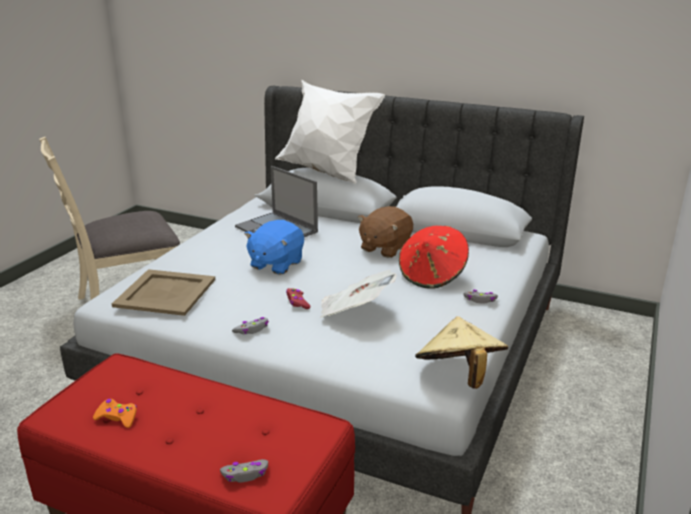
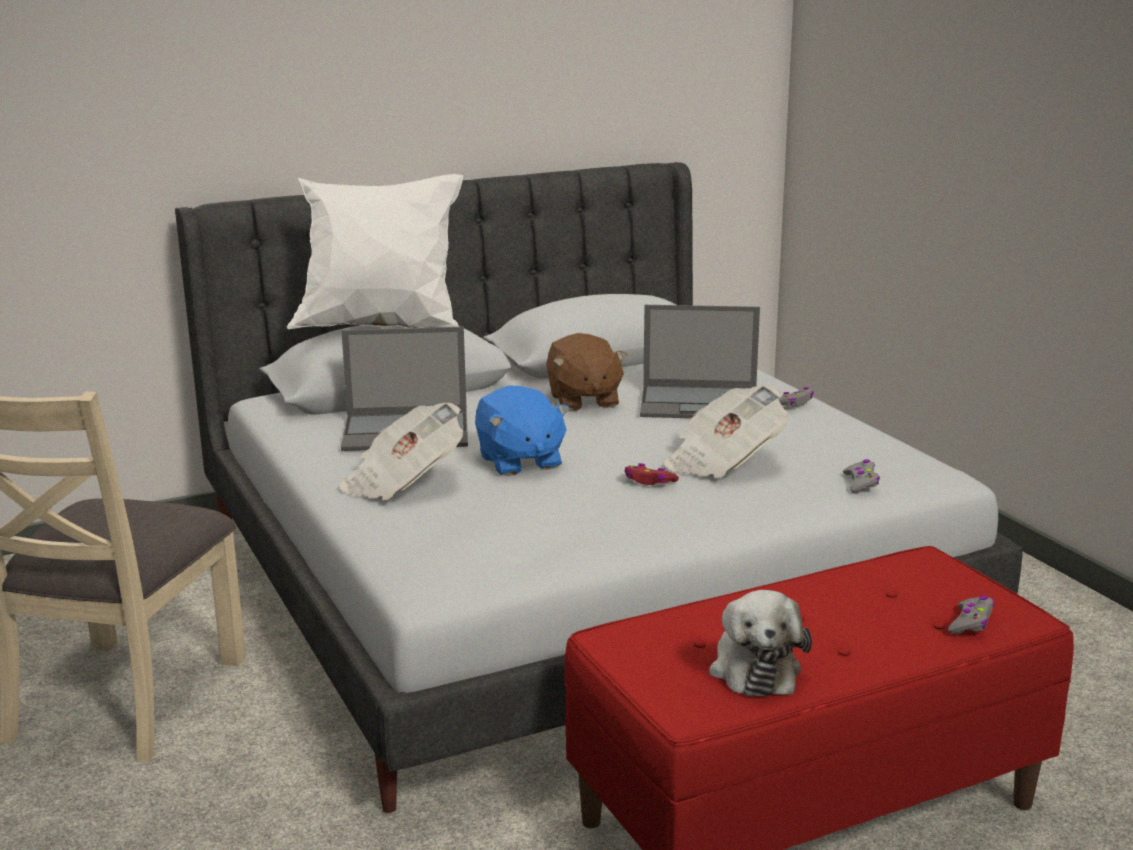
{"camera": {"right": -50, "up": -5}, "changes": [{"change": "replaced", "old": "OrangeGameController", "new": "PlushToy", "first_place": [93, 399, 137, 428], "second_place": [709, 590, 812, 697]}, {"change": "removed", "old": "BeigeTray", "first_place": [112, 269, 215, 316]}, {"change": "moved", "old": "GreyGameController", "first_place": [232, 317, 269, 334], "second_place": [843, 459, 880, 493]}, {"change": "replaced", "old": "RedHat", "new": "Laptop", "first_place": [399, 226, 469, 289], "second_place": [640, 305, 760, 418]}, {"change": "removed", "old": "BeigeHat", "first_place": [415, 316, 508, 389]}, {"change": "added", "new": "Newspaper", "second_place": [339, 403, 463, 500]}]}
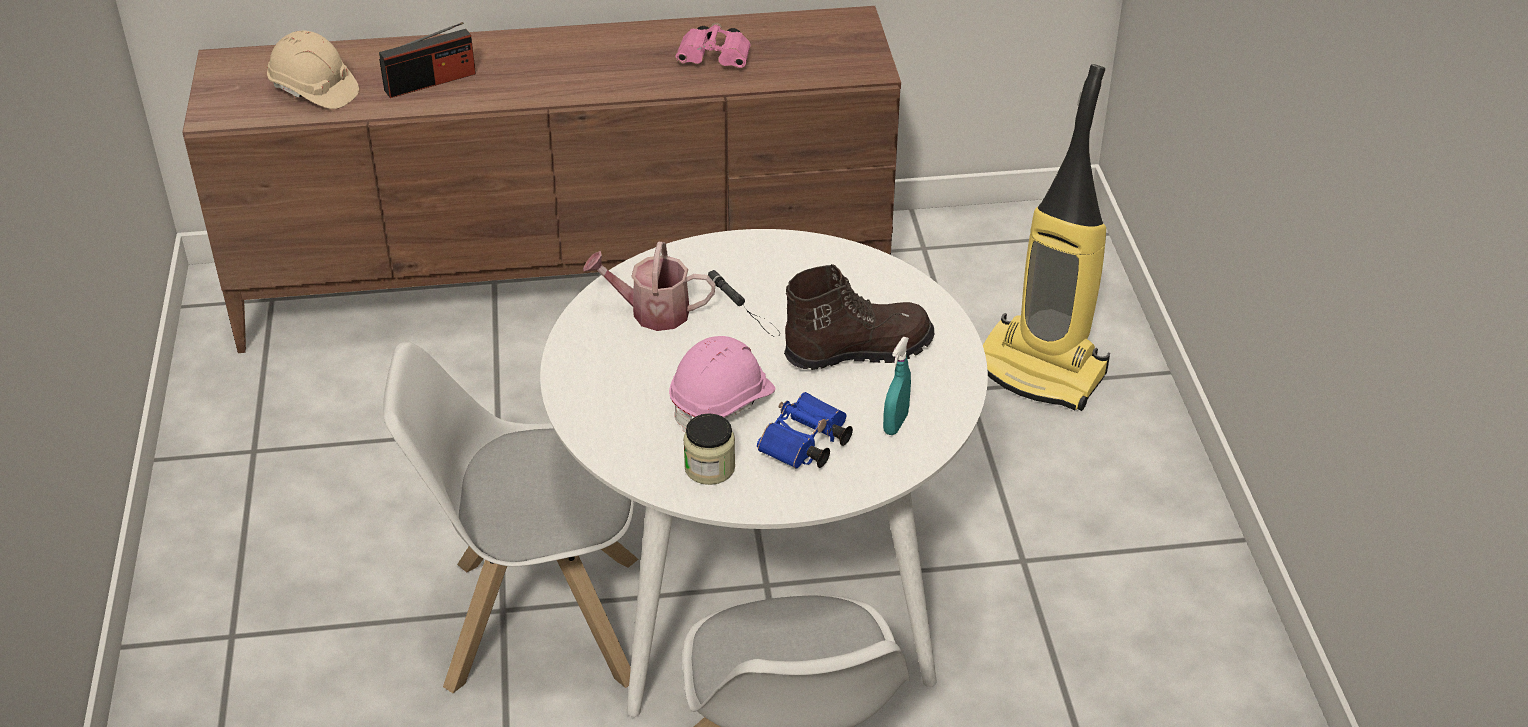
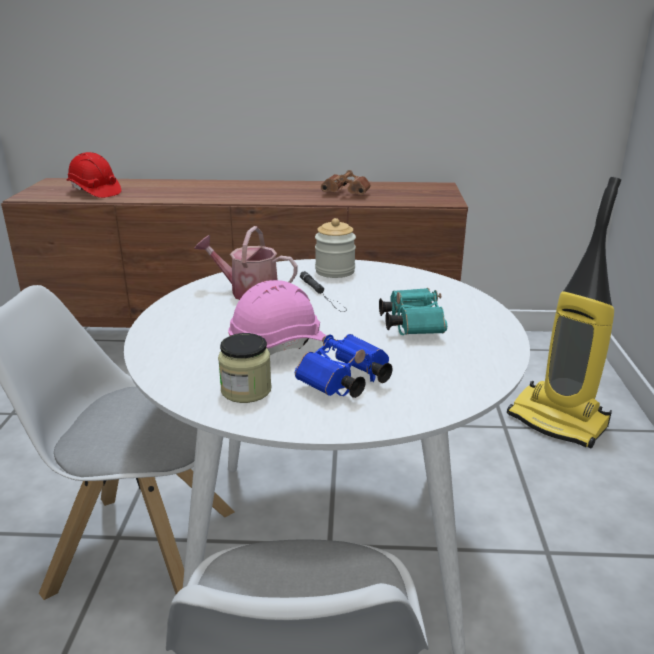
{"camera": {"right": 10, "up": -15}, "changes": [{"change": "recoloured", "old": "BeigeHardHat", "new": "RedHardHat", "first_place": [267, 31, 359, 109], "second_place": [67, 152, 121, 198]}, {"change": "removed", "old": "Radio", "first_place": [379, 22, 476, 98]}, {"change": "recoloured", "old": "PinkBinoculars", "new": "BrownBinoculars", "first_place": [676, 22, 751, 68], "second_place": [321, 170, 371, 195]}, {"change": "replaced", "old": "BrownBoot", "new": "TurquoiseBinoculars", "first_place": [784, 264, 934, 370], "second_place": [379, 288, 447, 335]}, {"change": "removed", "old": "TurquoiseSprayBottle", "first_place": [883, 337, 911, 435]}, {"change": "added", "new": "Jar", "second_place": [315, 218, 356, 278]}]}
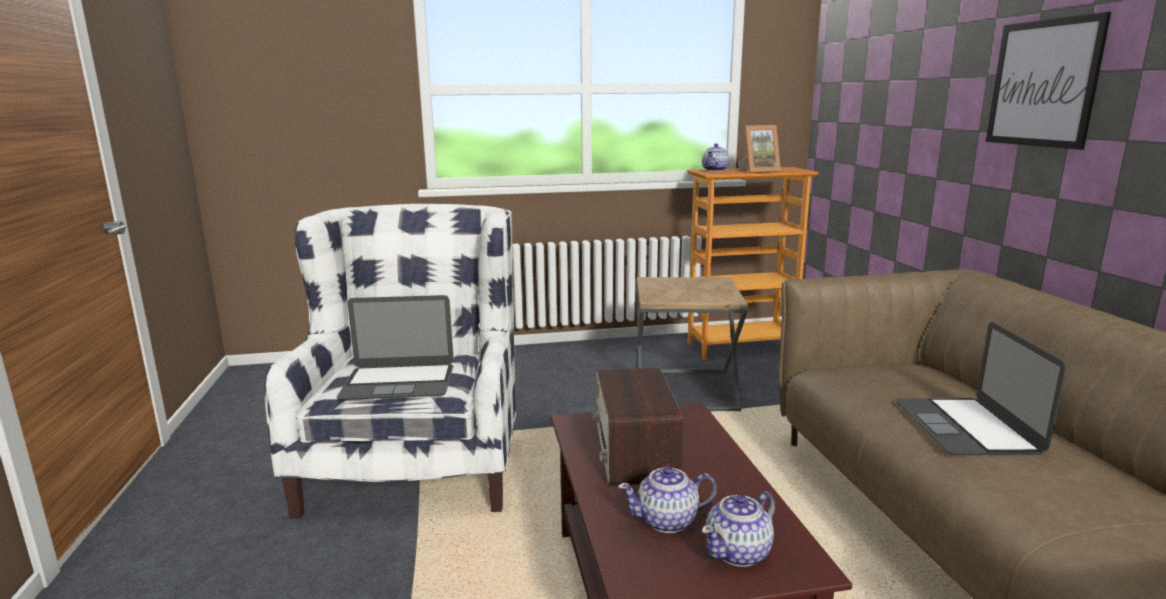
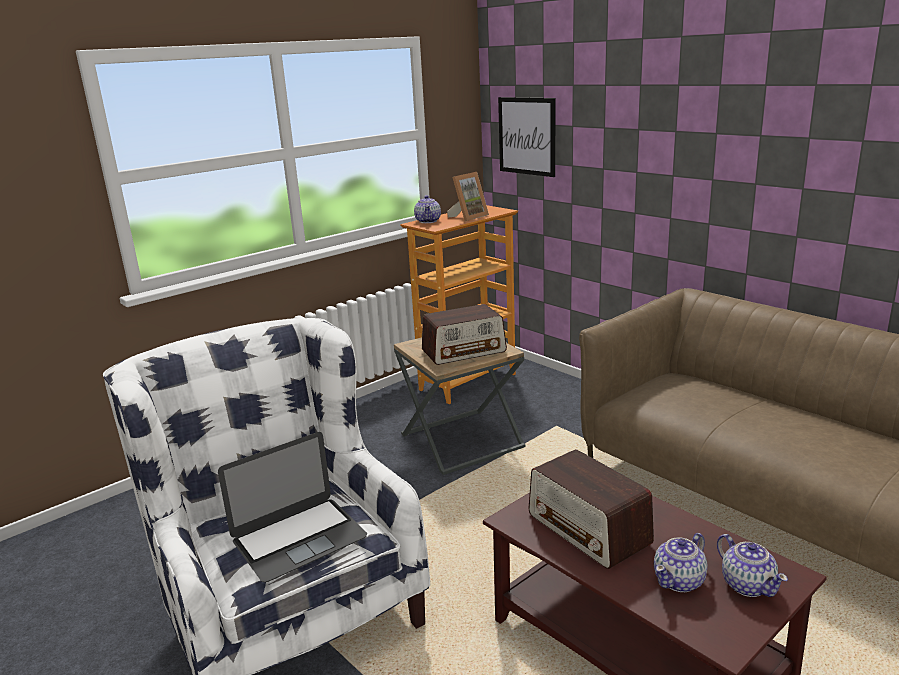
{"camera": {"right": -30, "up": 5}, "changes": [{"change": "turned", "old": "Teapot", "first_place": [702, 491, 775, 567], "second_place": [717, 534, 788, 597], "degrees": -45}, {"change": "removed", "old": "Laptop", "first_place": [896, 322, 1066, 455]}, {"change": "moved", "old": "Picture", "first_place": [986, 12, 1111, 150], "second_place": [498, 97, 555, 177]}, {"change": "added", "new": "Radio", "second_place": [422, 304, 507, 365]}]}
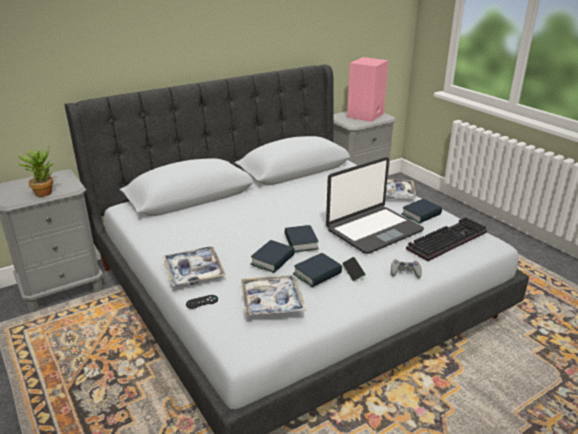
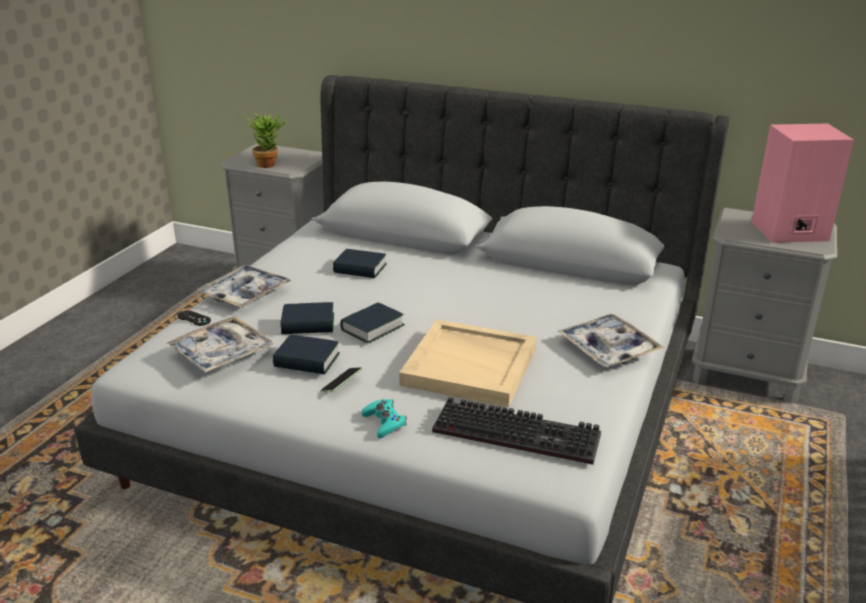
{"camera": {"right": 55, "up": 0}, "changes": [{"change": "replaced", "old": "Laptop", "new": "BeigeTray", "first_place": [326, 157, 424, 254], "second_place": [399, 319, 537, 407]}, {"change": "recoloured", "old": "GreyGameController", "new": "TurquoiseGameController", "first_place": [391, 259, 422, 279], "second_place": [362, 399, 407, 438]}, {"change": "moved", "old": "Book", "first_place": [401, 199, 442, 224], "second_place": [333, 249, 387, 278]}]}
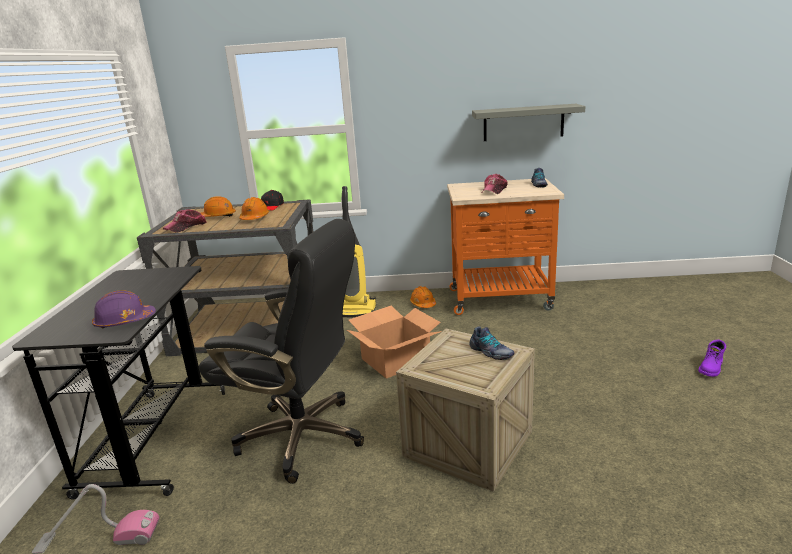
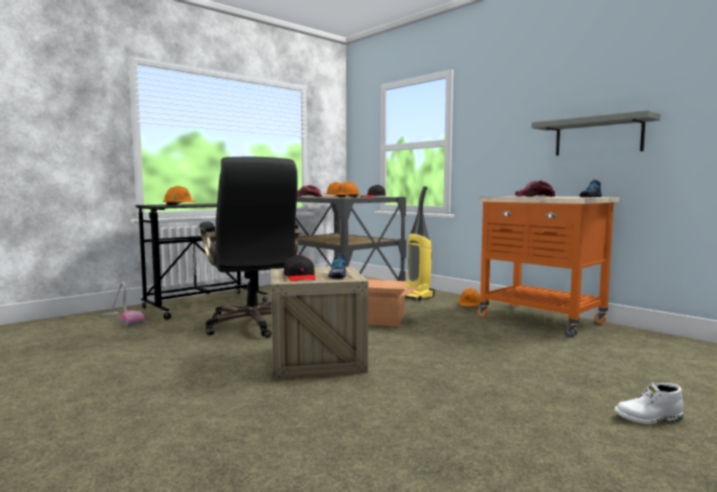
{"camera": {"right": 45, "up": -15}, "changes": [{"change": "recoloured", "old": "PurpleHardHat", "new": "OrangeHardHat", "first_place": [92, 290, 156, 328], "second_place": [163, 186, 196, 205]}, {"change": "recoloured", "old": "PurpleBoot", "new": "WhiteBoot", "first_place": [698, 340, 726, 377], "second_place": [614, 383, 683, 424]}, {"change": "added", "new": "BlackCap", "second_place": [284, 254, 316, 281]}]}
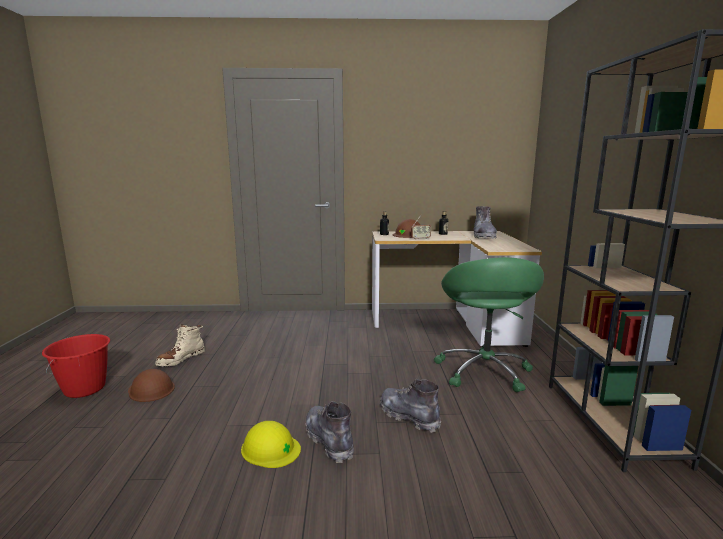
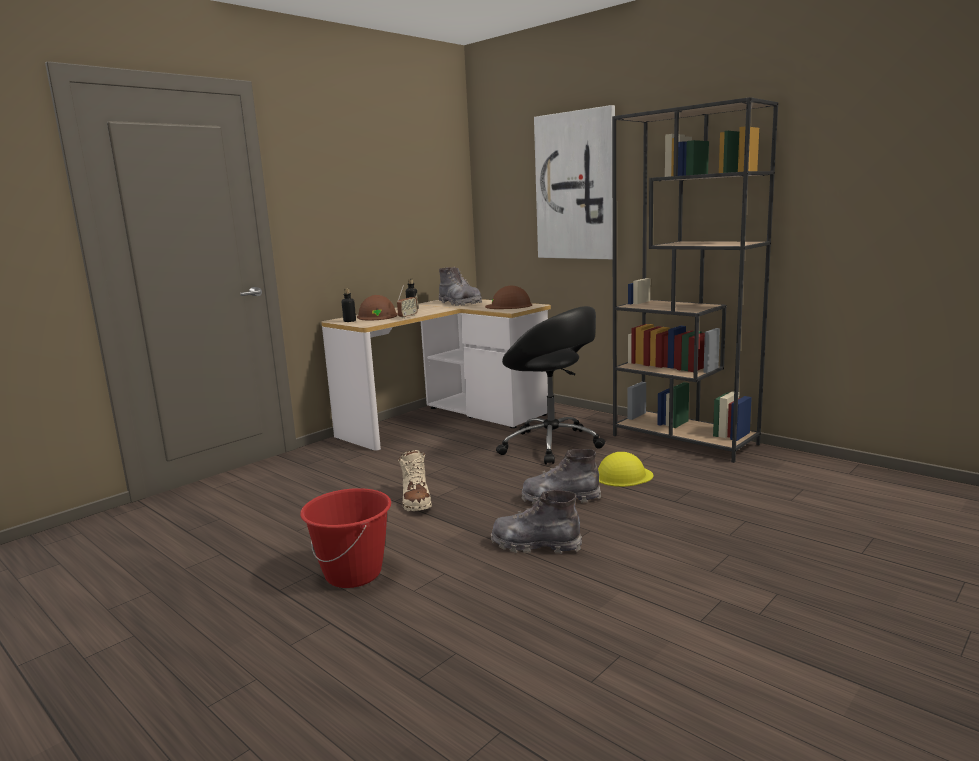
{"camera": {"right": -45, "up": 0}, "changes": [{"change": "moved", "old": "RedBucket", "first_place": [42, 334, 110, 398], "second_place": [300, 488, 391, 588]}, {"change": "moved", "old": "BrownHardHat", "first_place": [128, 369, 175, 402], "second_place": [485, 286, 532, 309]}, {"change": "moved", "old": "BeigeBoot", "first_place": [155, 324, 205, 366], "second_place": [398, 450, 432, 512]}, {"change": "moved", "old": "YellowHardHat", "first_place": [241, 421, 301, 468], "second_place": [598, 452, 653, 487]}, {"change": "recoloured", "old": "GreenOfficeChair", "new": "BlackOfficeChair", "first_place": [434, 257, 544, 392], "second_place": [496, 306, 605, 465]}, {"change": "added", "new": "Picture", "second_place": [534, 105, 615, 259]}]}
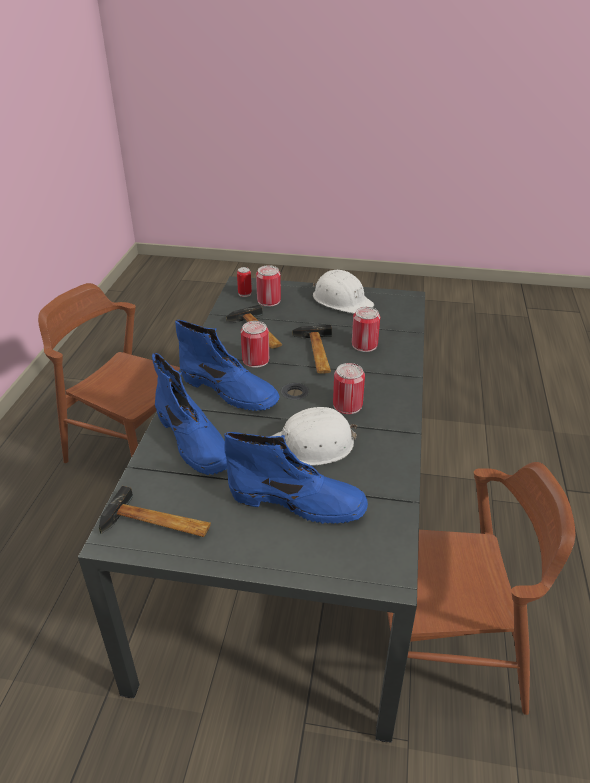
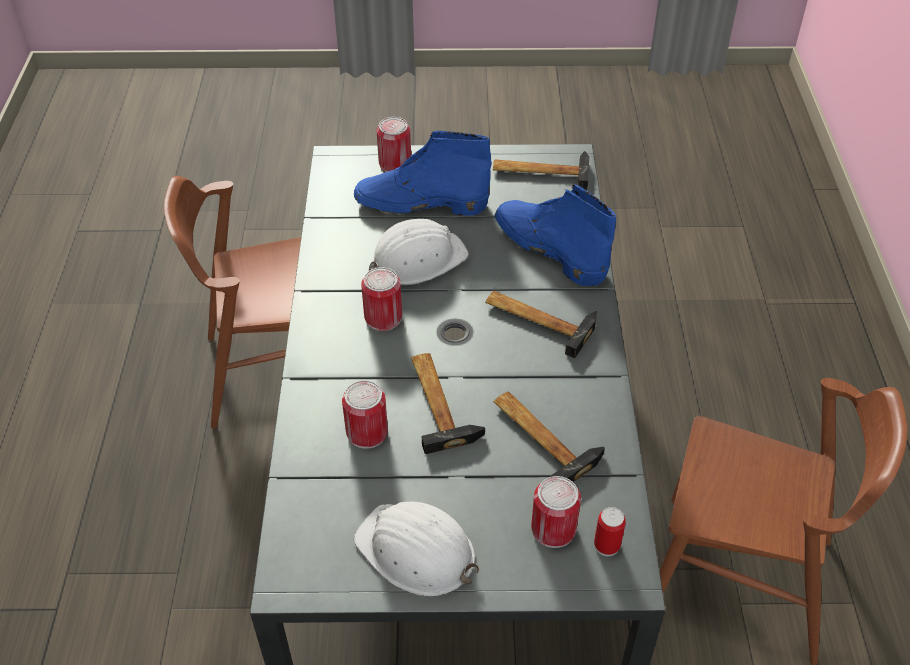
{"camera": {"right": 170, "up": 10}, "changes": [{"change": "replaced", "old": "BlueBoot", "new": "Hammer", "first_place": [175, 320, 279, 411], "second_place": [485, 291, 597, 358]}, {"change": "moved", "old": "Can", "first_place": [241, 321, 269, 368], "second_place": [377, 117, 411, 172]}]}
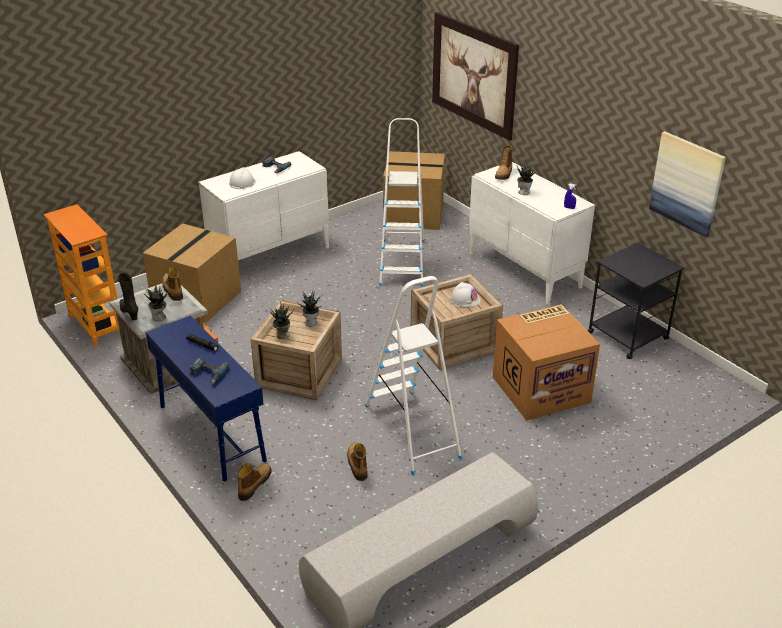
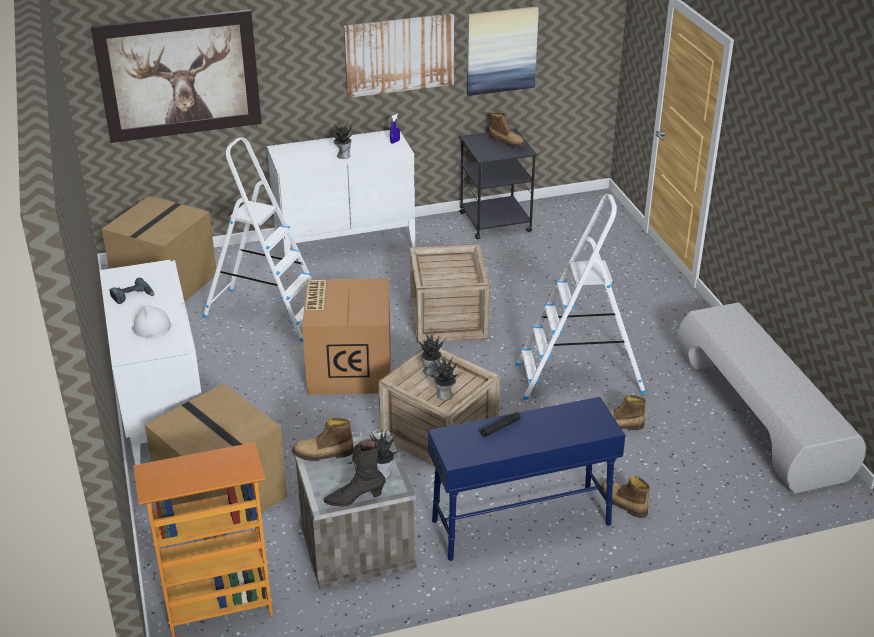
{"camera": {"right": -70, "up": 0}, "changes": [{"change": "removed", "old": "PowerDrill", "first_place": [189, 358, 229, 384]}, {"change": "removed", "old": "WhiteHardHat", "first_place": [450, 282, 481, 307]}, {"change": "moved", "old": "CardboardBox", "first_place": [493, 304, 600, 421], "second_place": [302, 278, 391, 395]}, {"change": "moved", "old": "Boot", "first_place": [495, 145, 513, 180], "second_place": [489, 112, 525, 147]}, {"change": "added", "new": "Picture", "second_place": [344, 14, 454, 98]}]}
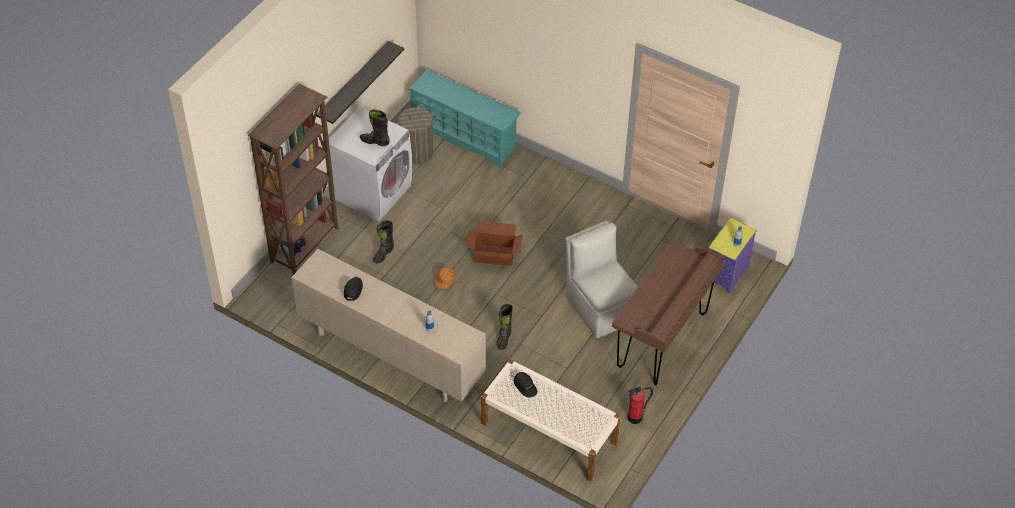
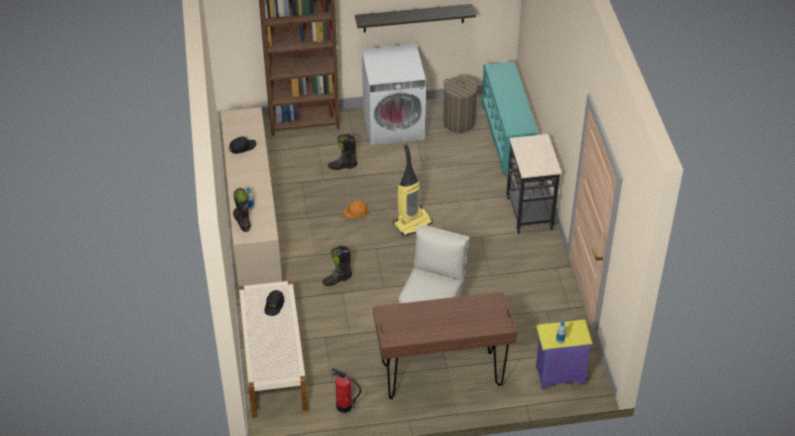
{"camera": {"right": 50, "up": -5}, "changes": [{"change": "moved", "old": "BlackBoot", "first_place": [360, 110, 390, 146], "second_place": [233, 188, 251, 232]}, {"change": "replaced", "old": "CardboardBox", "new": "VacuumCleaner", "first_place": [466, 221, 523, 266], "second_place": [393, 145, 433, 236]}, {"change": "added", "new": "Cart", "second_place": [506, 134, 562, 234]}]}
